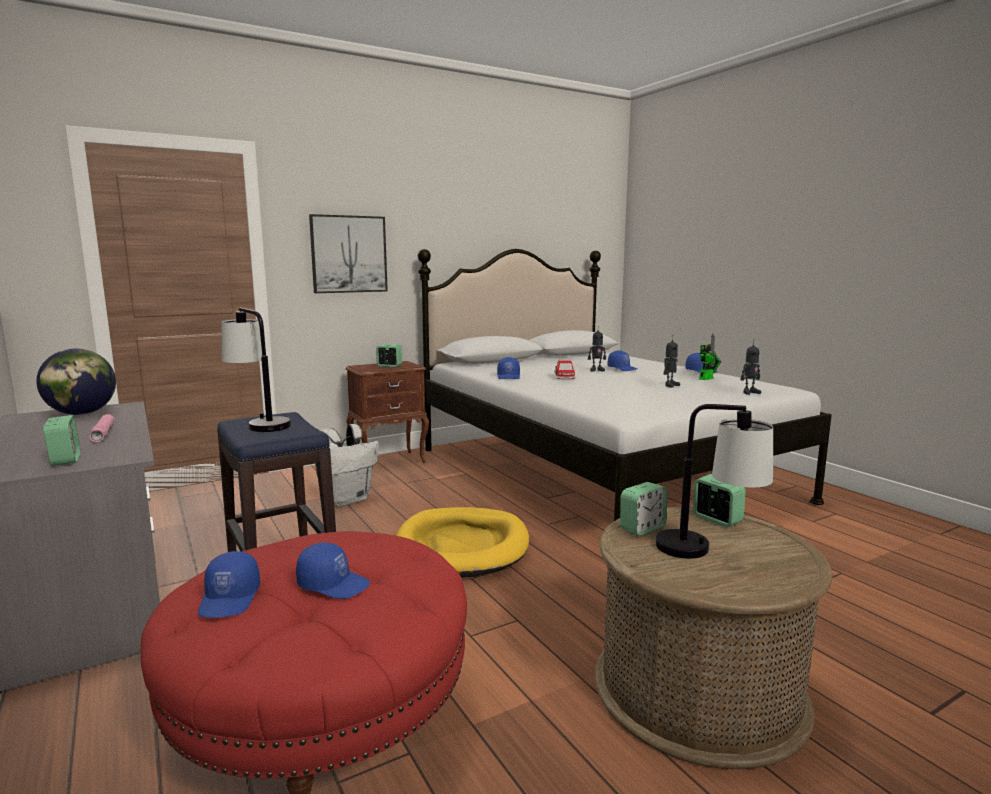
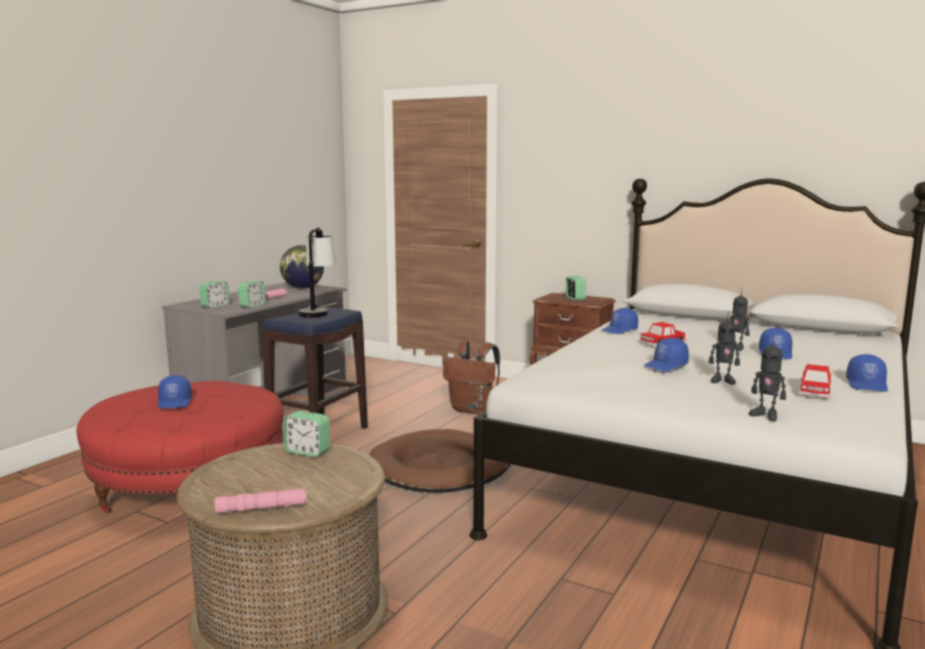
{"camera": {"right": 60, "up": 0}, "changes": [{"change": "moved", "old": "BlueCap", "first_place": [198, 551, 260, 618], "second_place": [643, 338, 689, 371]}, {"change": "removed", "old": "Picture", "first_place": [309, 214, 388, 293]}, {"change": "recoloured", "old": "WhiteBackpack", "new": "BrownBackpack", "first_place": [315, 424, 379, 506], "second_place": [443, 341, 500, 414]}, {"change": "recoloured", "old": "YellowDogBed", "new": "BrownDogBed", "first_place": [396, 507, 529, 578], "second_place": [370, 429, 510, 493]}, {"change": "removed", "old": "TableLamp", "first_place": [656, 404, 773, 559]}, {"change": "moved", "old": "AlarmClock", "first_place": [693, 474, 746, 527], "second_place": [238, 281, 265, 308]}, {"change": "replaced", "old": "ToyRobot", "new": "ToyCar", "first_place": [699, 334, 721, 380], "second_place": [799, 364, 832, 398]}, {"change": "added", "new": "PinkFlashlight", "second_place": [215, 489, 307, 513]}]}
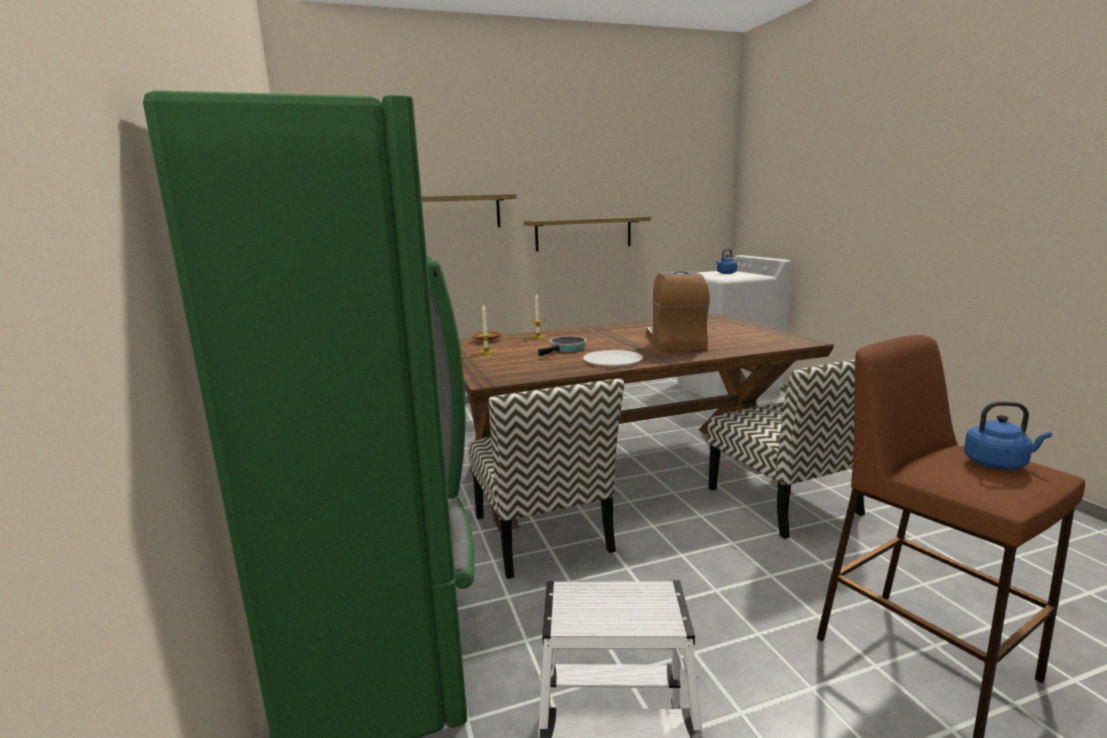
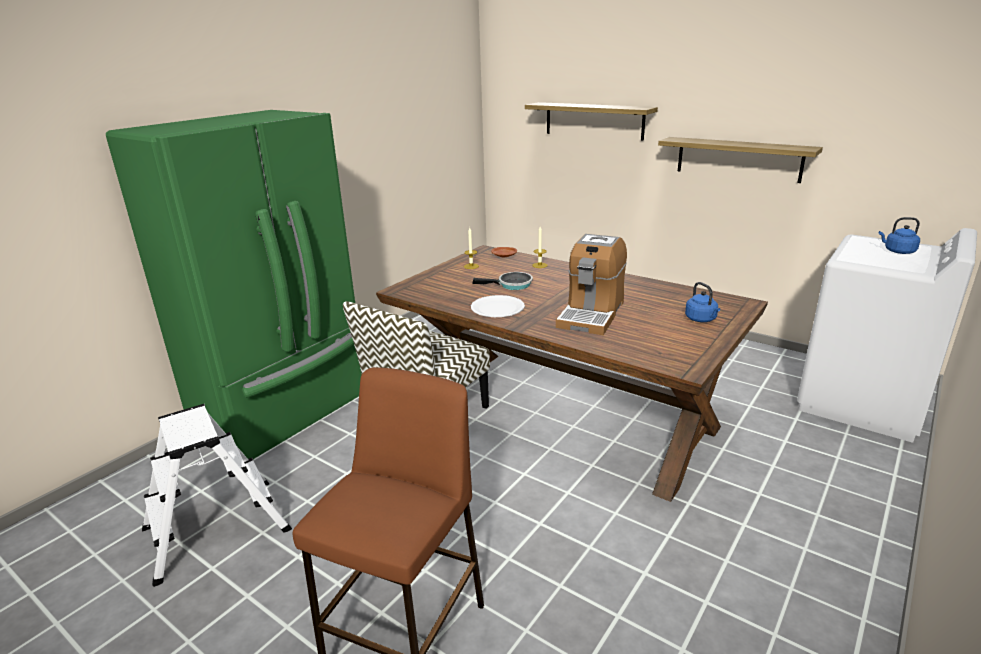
{"camera": {"right": 55, "up": 10}, "changes": [{"change": "turned", "old": "CoffeeMachine", "first_place": [646, 271, 710, 352], "second_place": [556, 234, 627, 335], "degrees": 150}, {"change": "removed", "old": "Chair", "first_place": [708, 359, 865, 539]}, {"change": "moved", "old": "BlueKettle", "first_place": [964, 402, 1052, 470], "second_place": [685, 282, 720, 322]}]}
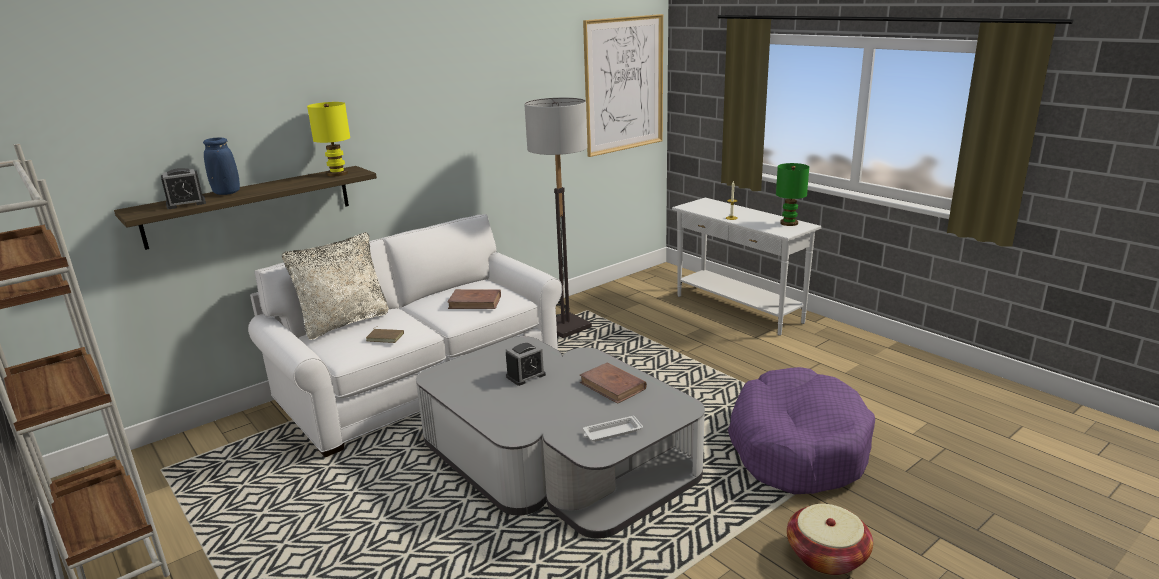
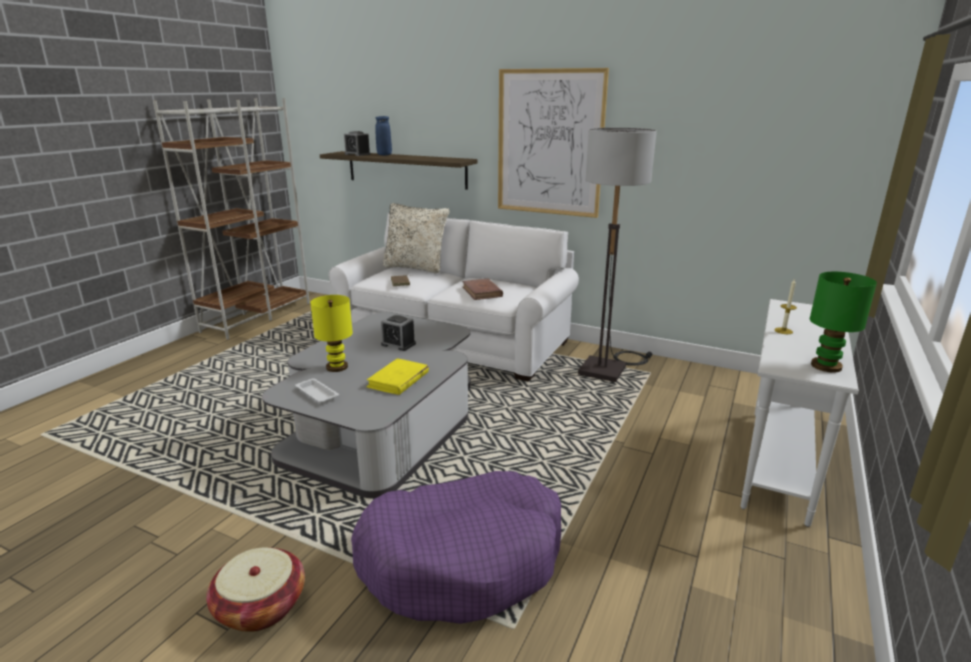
{"camera": {"right": 65, "up": 0}, "changes": [{"change": "moved", "old": "YellowTableLamp", "first_place": [307, 102, 350, 176], "second_place": [310, 295, 353, 372]}, {"change": "recoloured", "old": "BrownBook", "new": "YellowBook", "first_place": [580, 362, 647, 404], "second_place": [366, 358, 429, 395]}, {"change": "moved", "old": "Picture", "first_place": [583, 14, 663, 157], "second_place": [498, 68, 609, 218]}]}
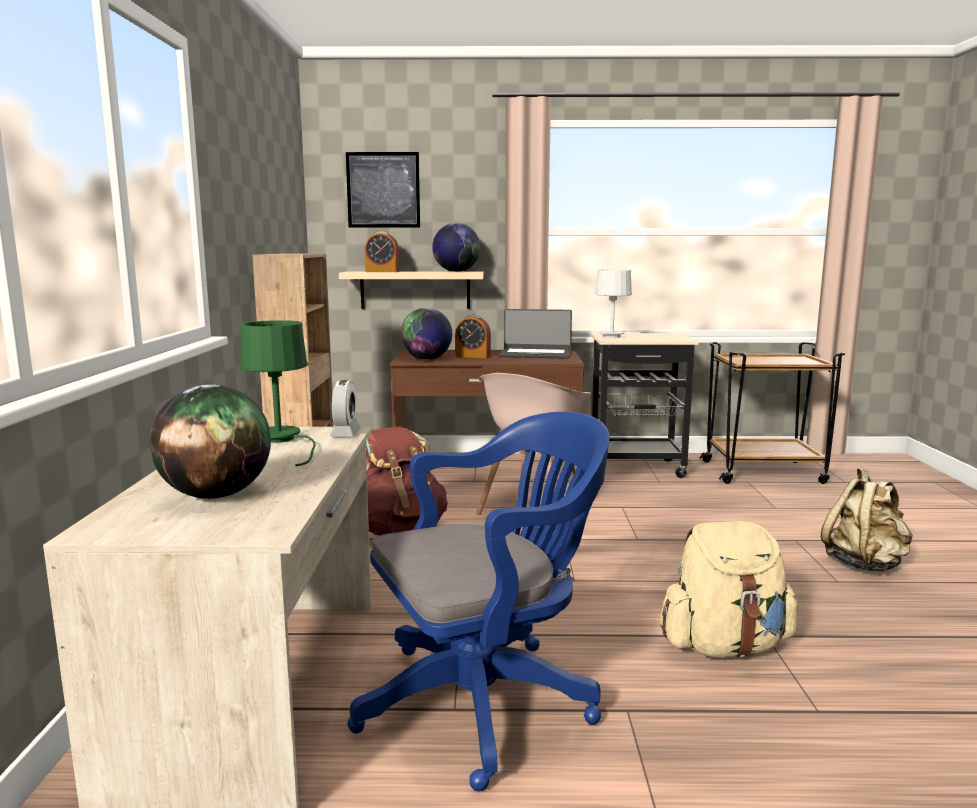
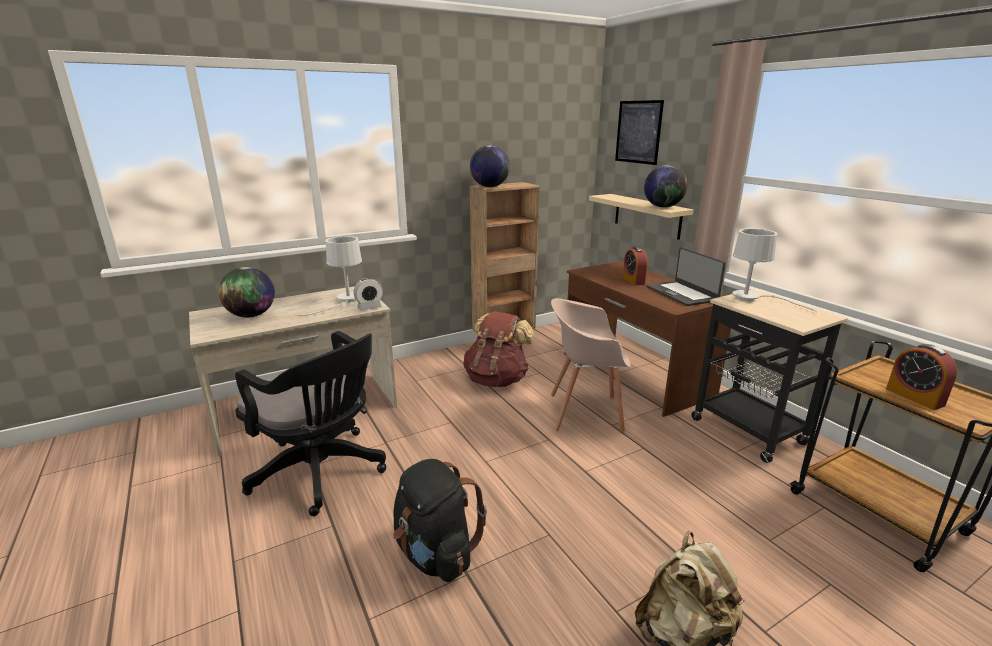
{"camera": {"right": 60, "up": 10}, "changes": [{"change": "recoloured", "old": "GreenTableLamp", "new": "WhiteTableLamp", "first_place": [240, 320, 316, 466], "second_place": [296, 236, 362, 316]}, {"change": "recoloured", "old": "BlueOfficeChair", "new": "BlackOfficeChair", "first_place": [347, 412, 610, 791], "second_place": [235, 331, 386, 516]}, {"change": "moved", "old": "AlarmClock", "first_place": [365, 231, 400, 272], "second_place": [886, 344, 957, 410]}, {"change": "moved", "old": "Globe", "first_place": [400, 308, 452, 360], "second_place": [470, 145, 510, 187]}, {"change": "recoloured", "old": "BeigeBackpack", "new": "BlackBackpack", "first_place": [660, 521, 798, 658], "second_place": [393, 459, 487, 582]}]}
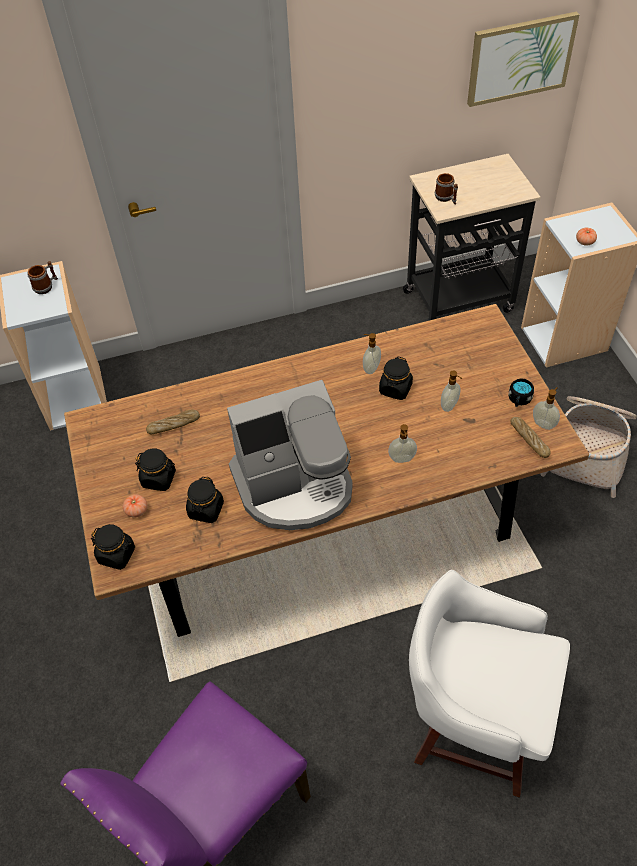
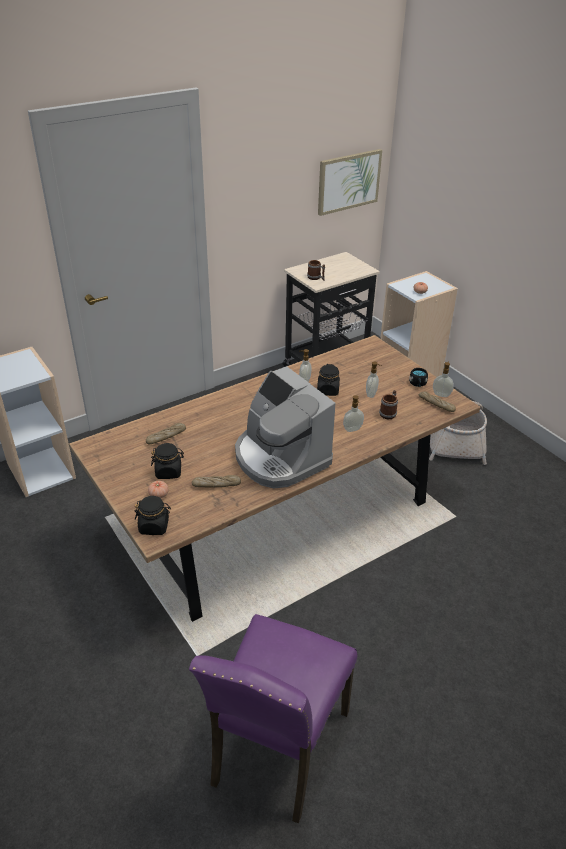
{"camera": {"right": -20, "up": -15}, "changes": [{"change": "moved", "old": "Mug", "first_place": [28, 261, 58, 294], "second_place": [379, 390, 398, 419]}, {"change": "replaced", "old": "BlackJar", "new": "Bread", "first_place": [186, 477, 224, 523], "second_place": [192, 475, 241, 487]}, {"change": "turned", "old": "CoffeeMachine", "first_place": [227, 380, 353, 530], "second_place": [235, 366, 335, 489], "degrees": 90}, {"change": "removed", "old": "WhiteStool", "first_place": [409, 570, 570, 798]}]}
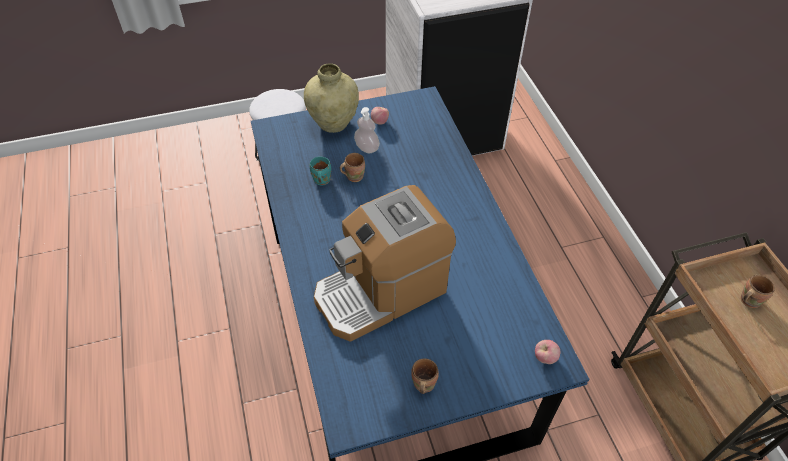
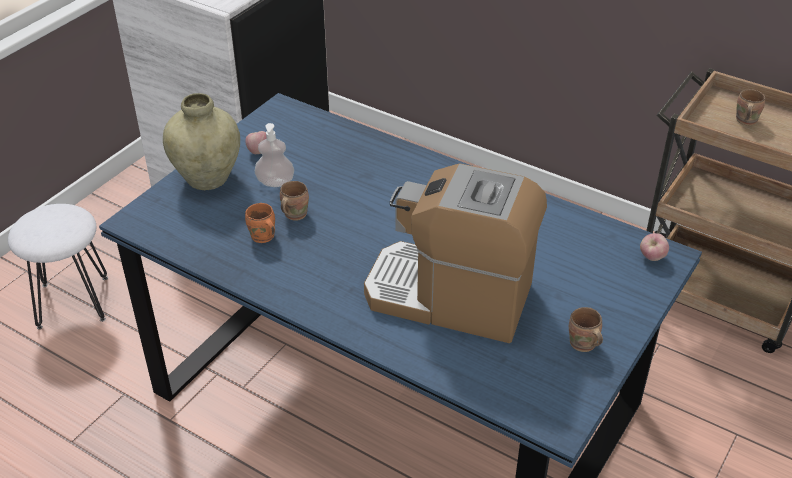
{"camera": {"right": -40, "up": -10}, "changes": [{"change": "recoloured", "old": "TurquoiseMug", "new": "OrangeMug", "first_place": [310, 157, 331, 185], "second_place": [245, 203, 275, 243]}, {"change": "turned", "old": "CoffeeMachine", "first_place": [314, 185, 456, 342], "second_place": [364, 163, 547, 343], "degrees": 90}]}
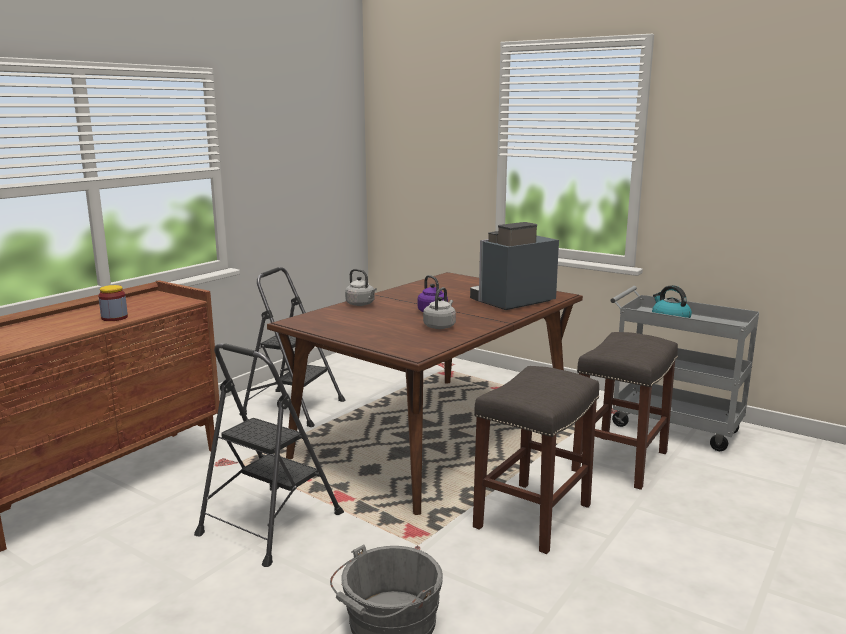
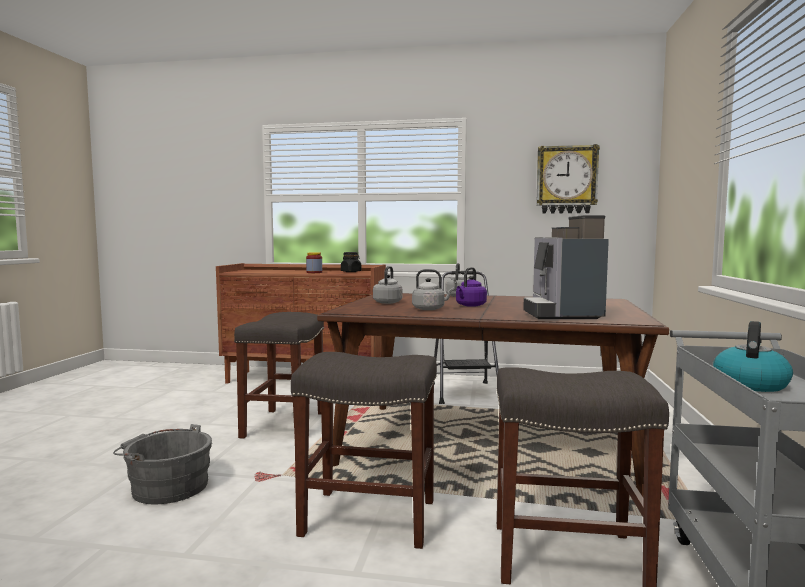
{"camera": {"right": 65, "up": -10}, "changes": [{"change": "replaced", "old": "BlackStepLadder", "new": "GreyStool", "first_place": [194, 343, 344, 567], "second_place": [234, 312, 324, 439]}, {"change": "turned", "old": "CoffeeMachine", "first_place": [470, 222, 559, 310], "second_place": [523, 215, 609, 319], "degrees": -120}, {"change": "added", "new": "BlackJar", "second_place": [341, 252, 361, 272]}, {"change": "added", "new": "GreyKettle", "second_place": [373, 266, 402, 304]}, {"change": "added", "new": "WallClock", "second_place": [536, 144, 600, 214]}]}
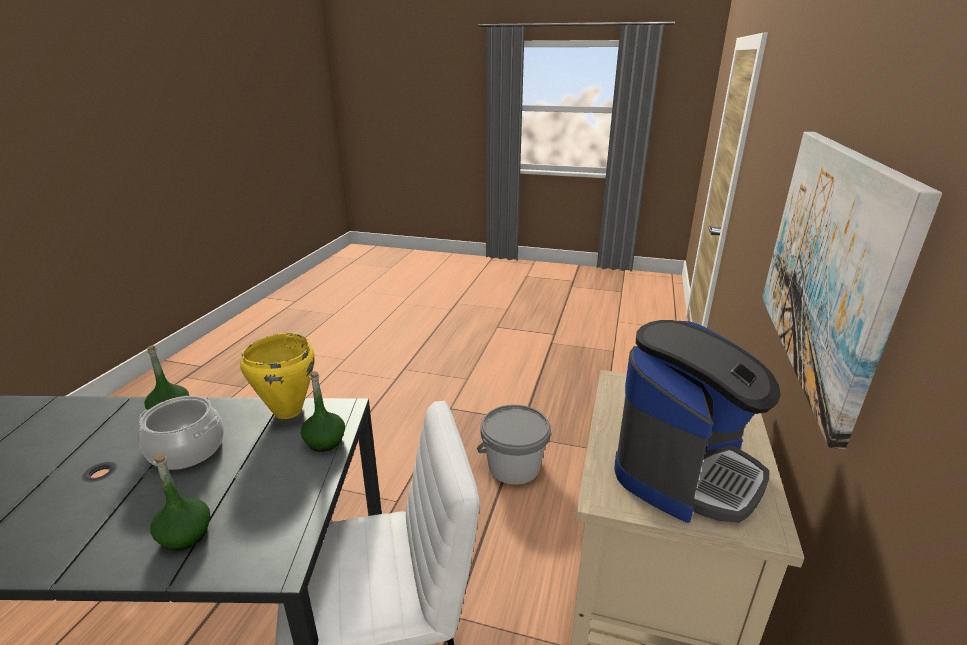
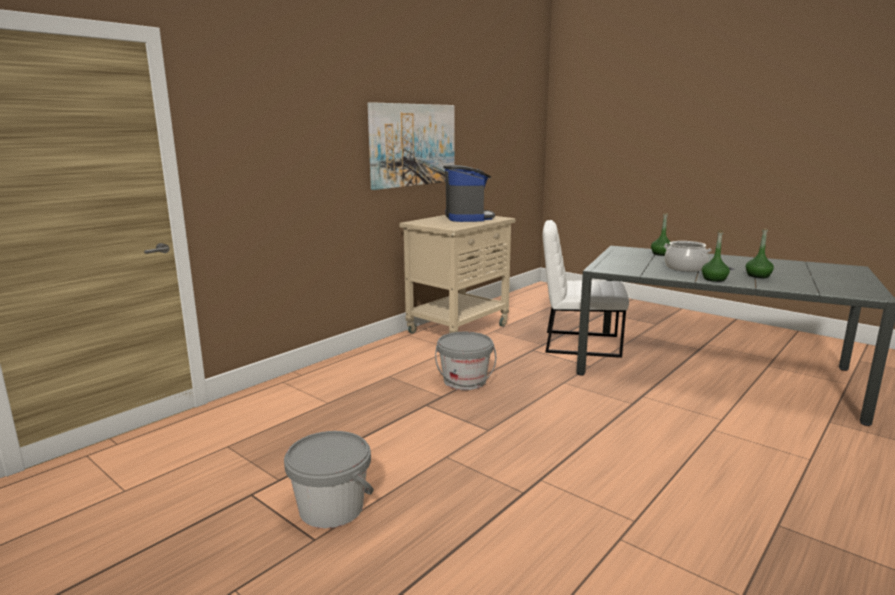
{"camera": {"right": -155, "up": -10}, "changes": [{"change": "removed", "old": "YellowCookingPot", "first_place": [240, 333, 315, 419]}, {"change": "moved", "old": "GreenBottle", "first_place": [301, 371, 345, 452], "second_place": [746, 228, 774, 278]}, {"change": "turned", "old": "CoffeeMachine", "first_place": [615, 320, 780, 523], "second_place": [443, 165, 495, 222], "degrees": 105}, {"change": "added", "new": "GreyBucket", "second_place": [284, 431, 374, 528]}]}
